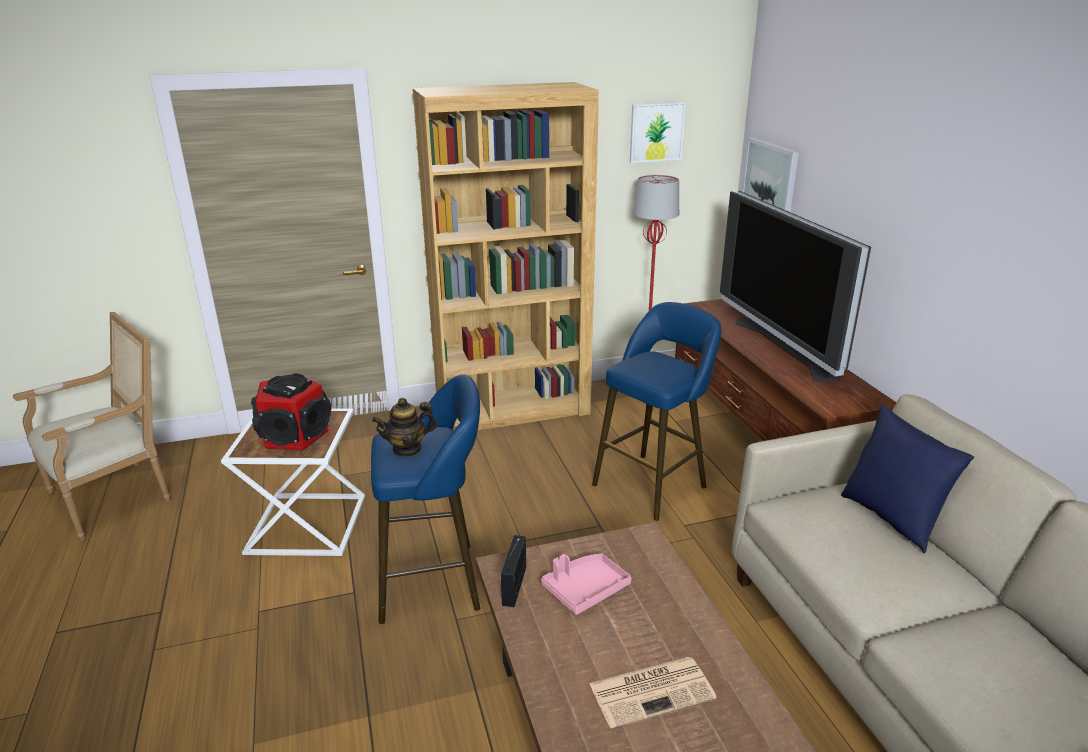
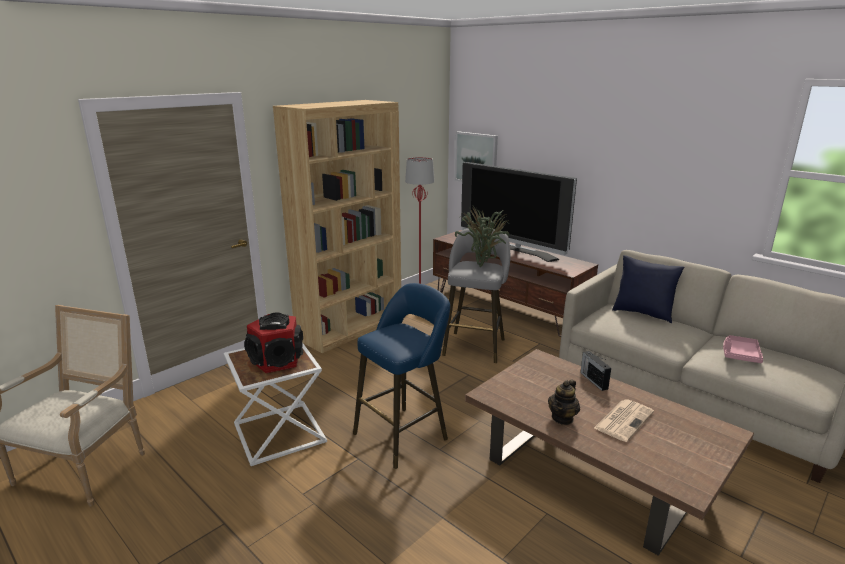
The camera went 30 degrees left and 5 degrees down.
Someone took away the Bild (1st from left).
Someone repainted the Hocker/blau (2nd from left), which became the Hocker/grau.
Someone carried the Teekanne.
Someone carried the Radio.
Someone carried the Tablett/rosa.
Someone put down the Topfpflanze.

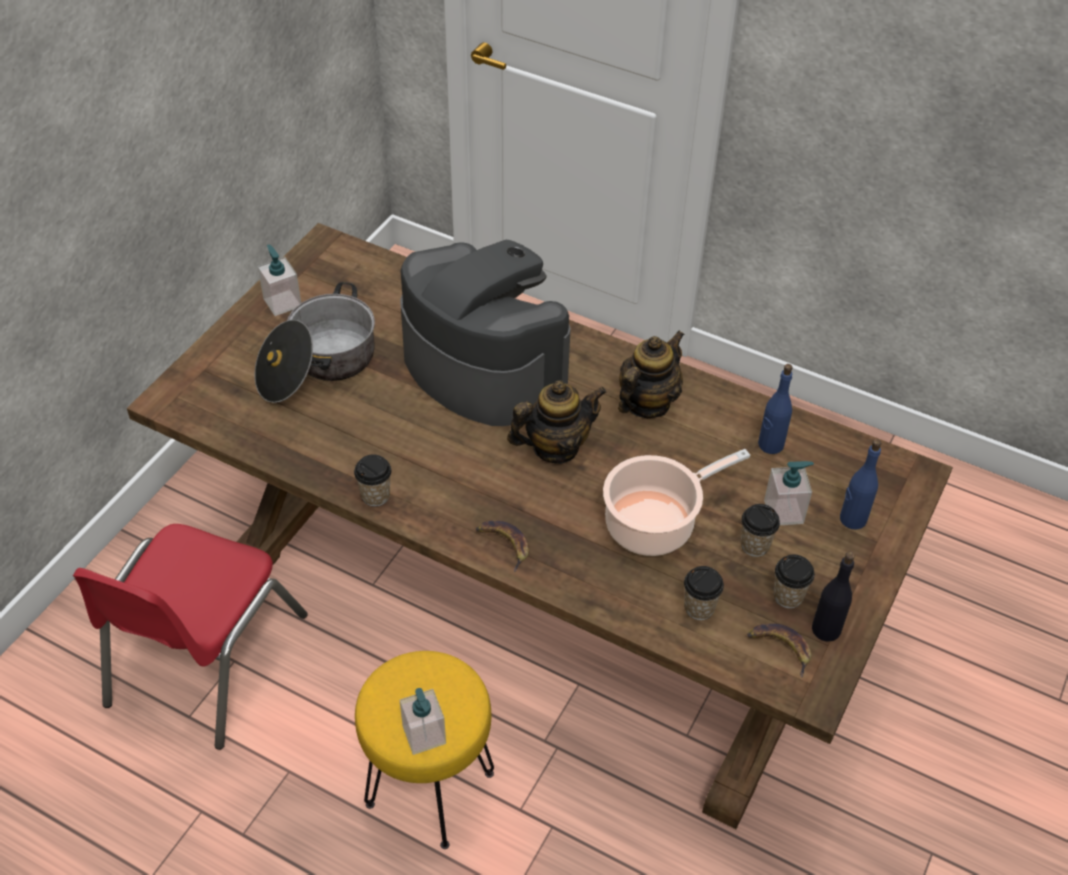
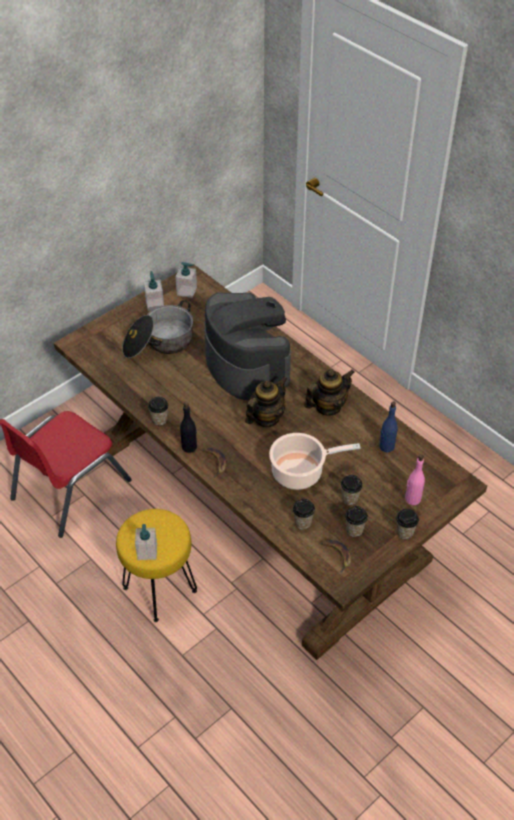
The camera went 20 degrees right and 0 degrees up.
Someone rotated the Teekanne (1st from left) by 45 degrees counterclockwise.
Someone repainted the Flasche/blau (2nd from left), which became the Flasche/rosa.
Someone carried the Seifenspender (3rd from left).
Someone carried the Flasche/schwarz.
Someone put down the Tasse (5th from left).

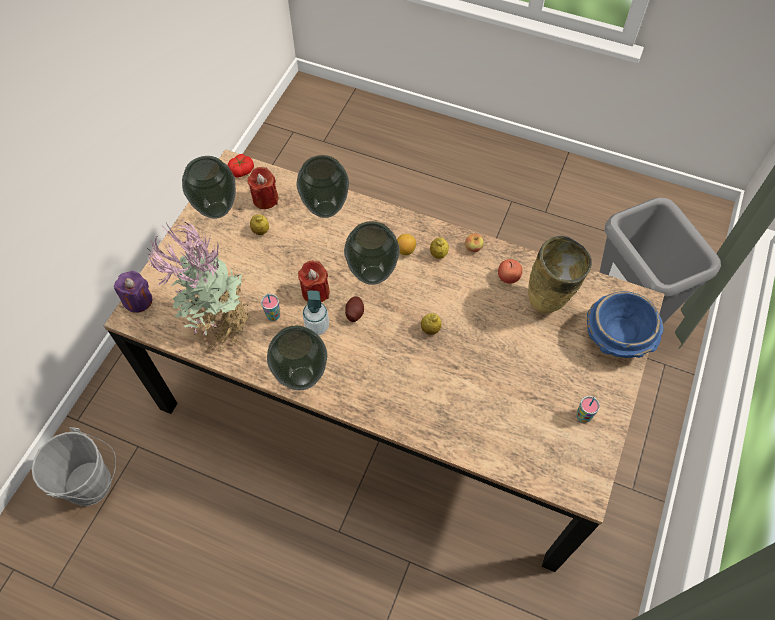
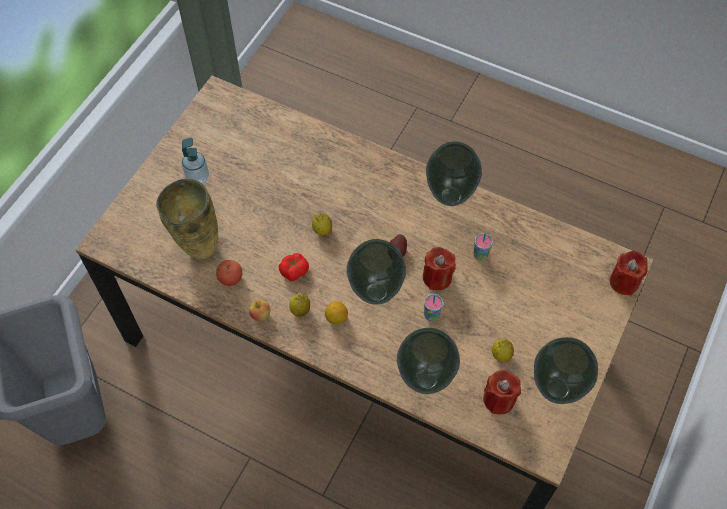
The camera went 175 degrees left and 0 degrees up.
Someone carried the Tomate.
Someone took away the Topfpflanze.
Someone repainted the Kerze/lila, which became the Kerze/rot (3rd from left).
Someone carried the Seifenspender.
Someone took away the Schüssel/blau.
Someone carried the Tasse (2nd from left in the first image).
Someone took away the Eimer/grau.

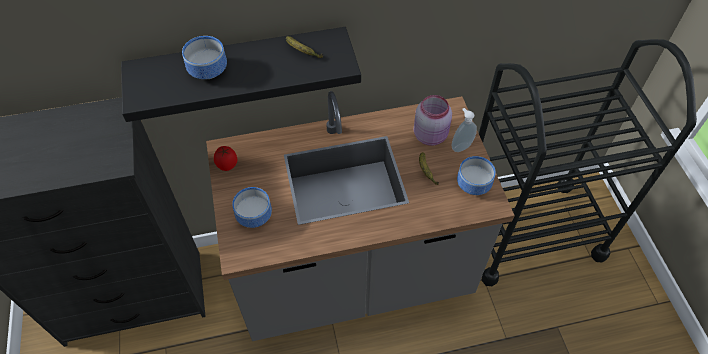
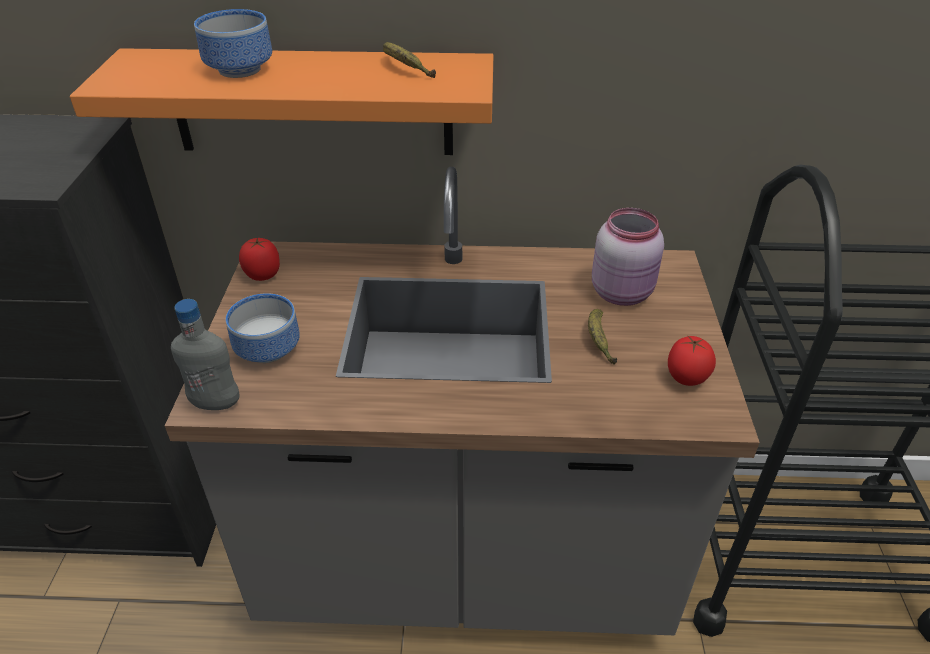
The camera went 15 degrees right and 15 degrees down.
Someone repainted the Wandregal/schwarz, which became the Wandregal/orange.
Someone took away the Seifenspender.
Someone swapped the Schüssel (3rd from left) for the Tomate (2nd from left).
Someone put down the Flasche/grau.

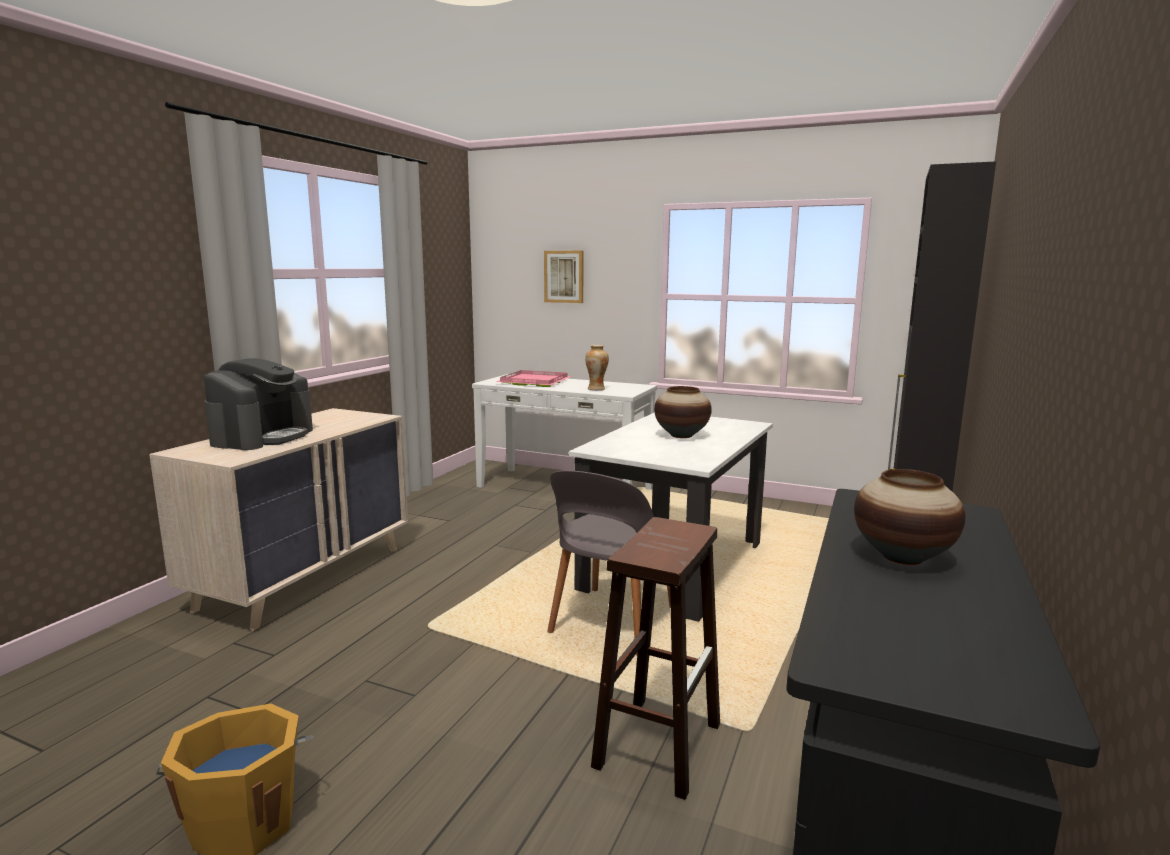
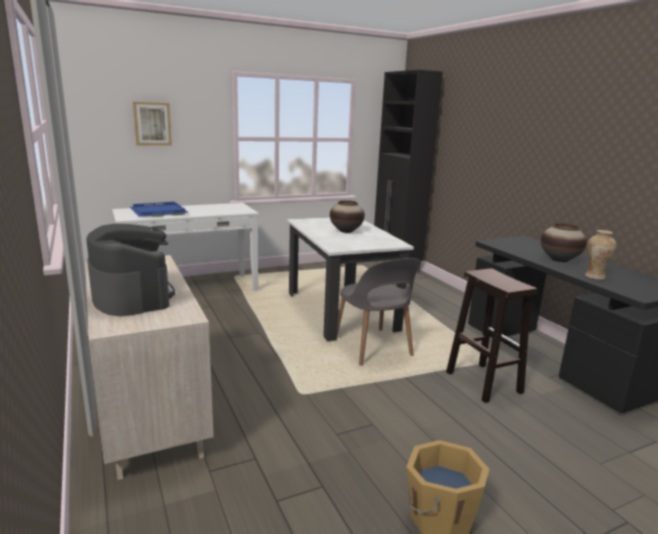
The camera went 50 degrees left and 5 degrees up.
Someone carried the Vase (1st from left in the first image).
Someone repainted the Tablett/rosa, which became the Tablett/blau.

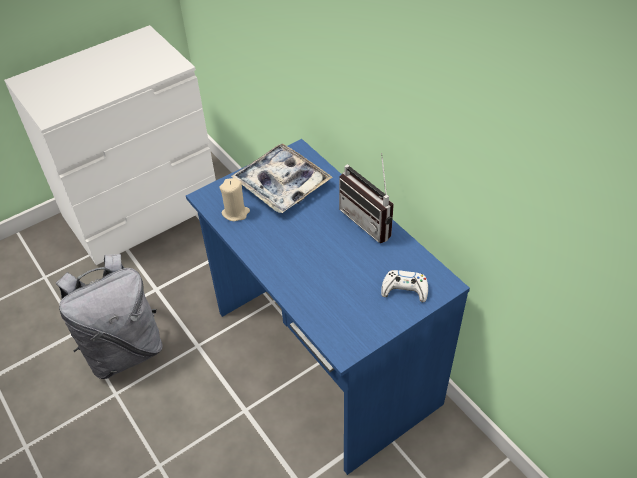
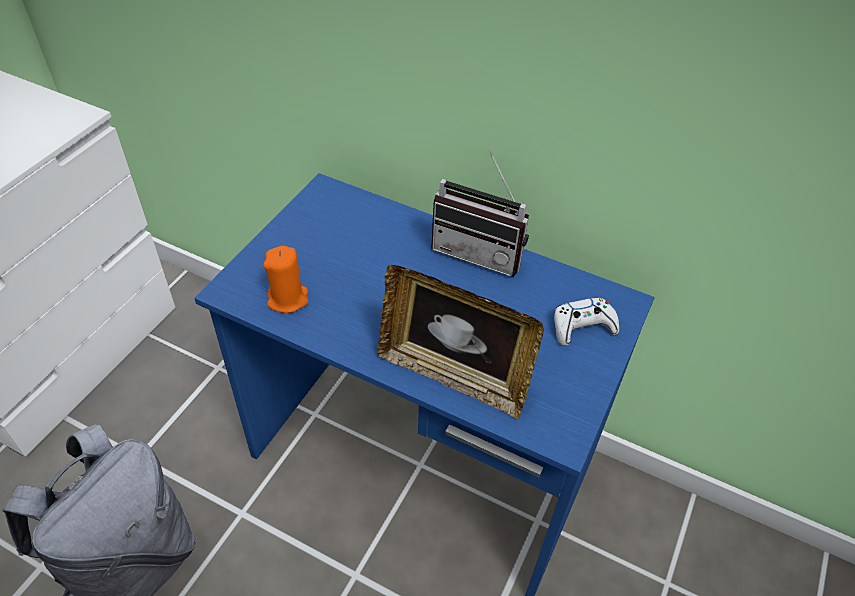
The camera went 30 degrees left and 0 degrees up.
Someone took away the Tablett.
Someone repainted the Kerze/beige, which became the Kerze/orange.
Someone put down the Bilderrahmen.

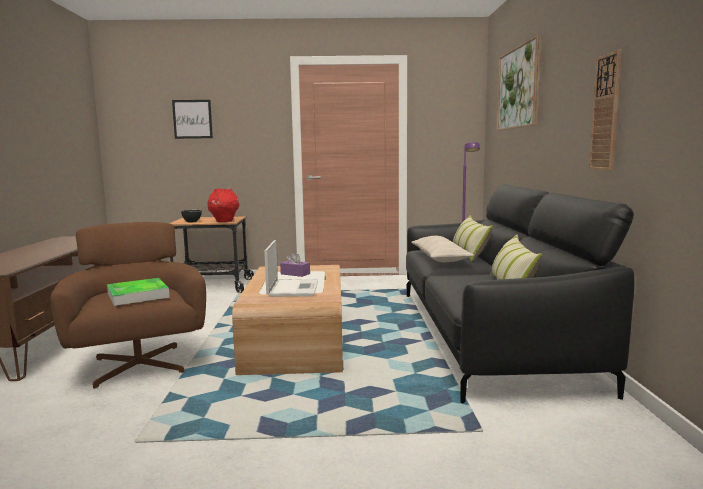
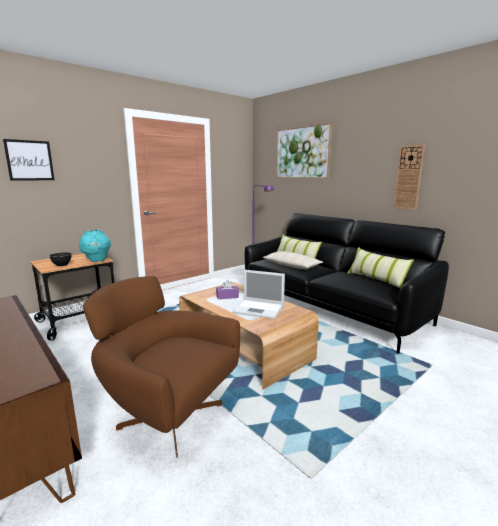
The camera went 40 degrees left and 5 degrees up.
Someone repainted the Vase/rot, which became the Vase/türkis.
Someone rotated the Laptop by 150 degrees clockwise.
Someone took away the Tablett.

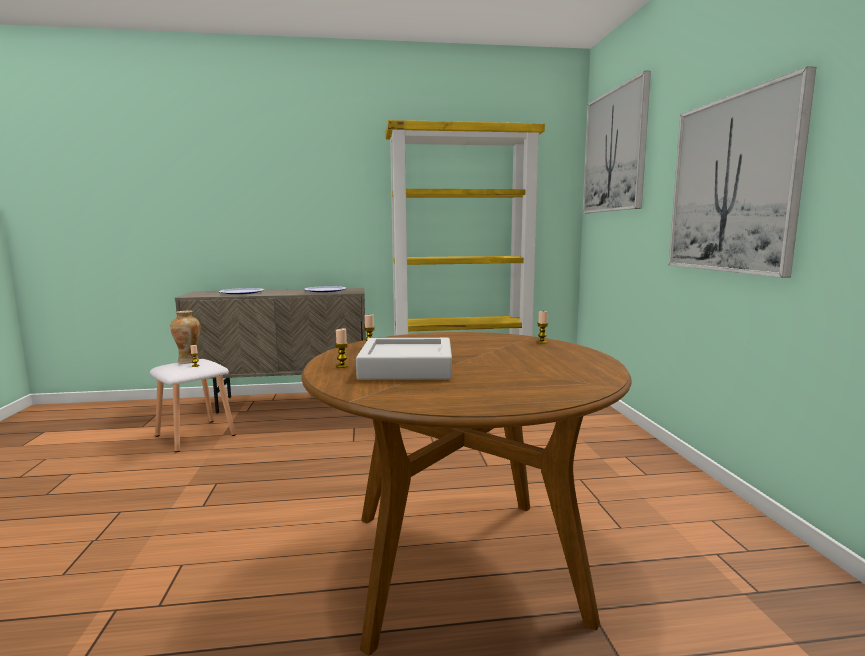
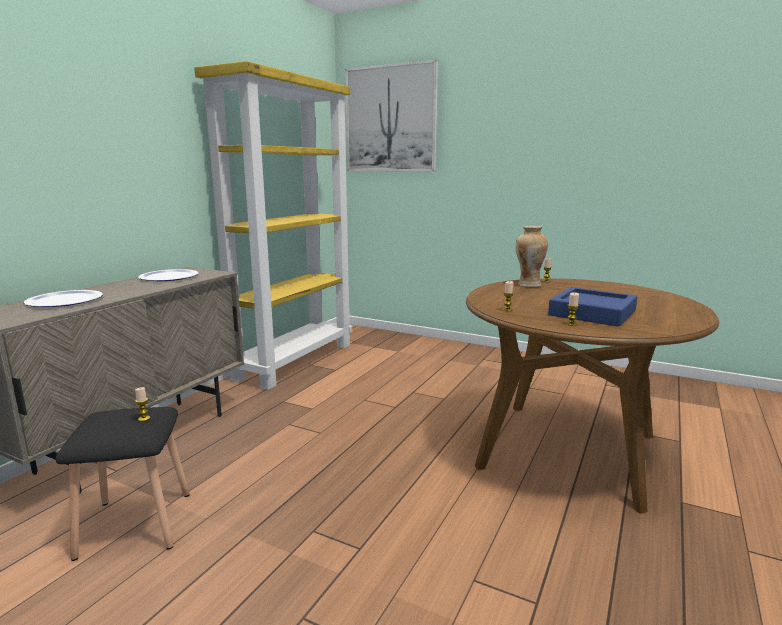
The camera went 55 degrees left and 5 degrees up.
Someone took away the Bild (2nd from left).
Someone carried the Vase.
Someone repainted the Tablett/grau, which became the Tablett/blau.
Someone repainted the Hocker/weiß, which became the Hocker/schwarz.

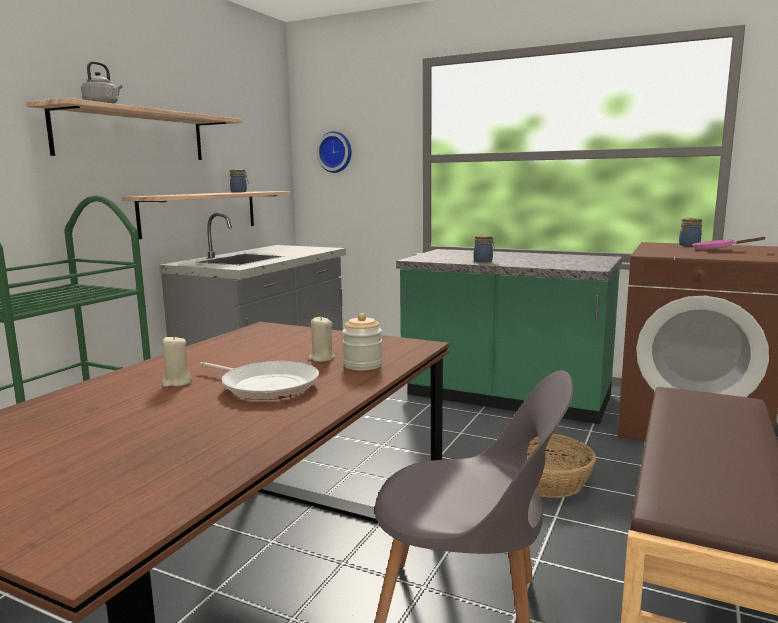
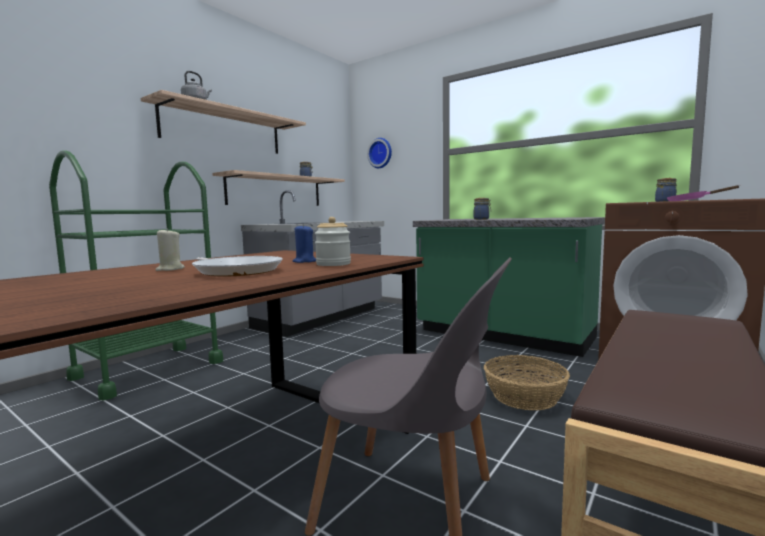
The camera went 10 degrees right and 5 degrees down.
Someone repainted the Kerze/beige (2nd from left), which became the Kerze/blau.

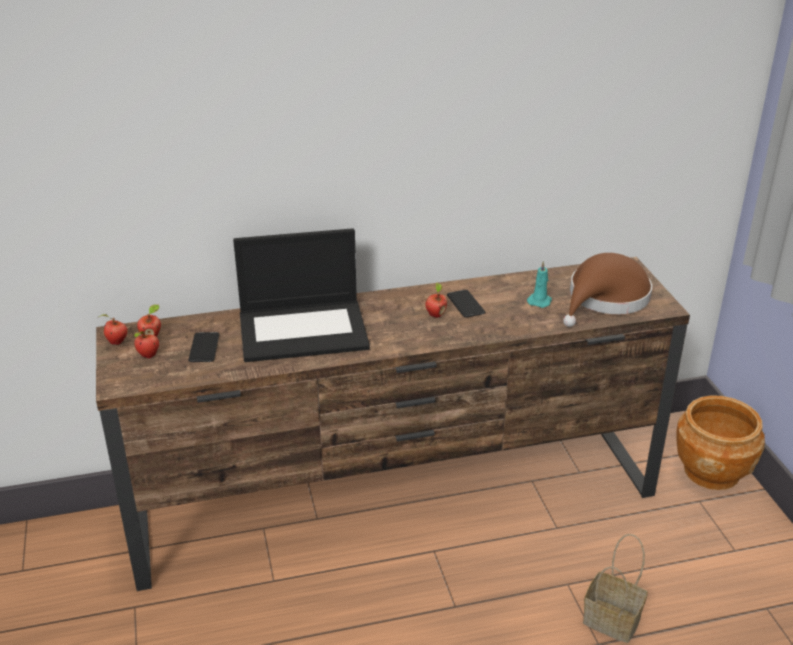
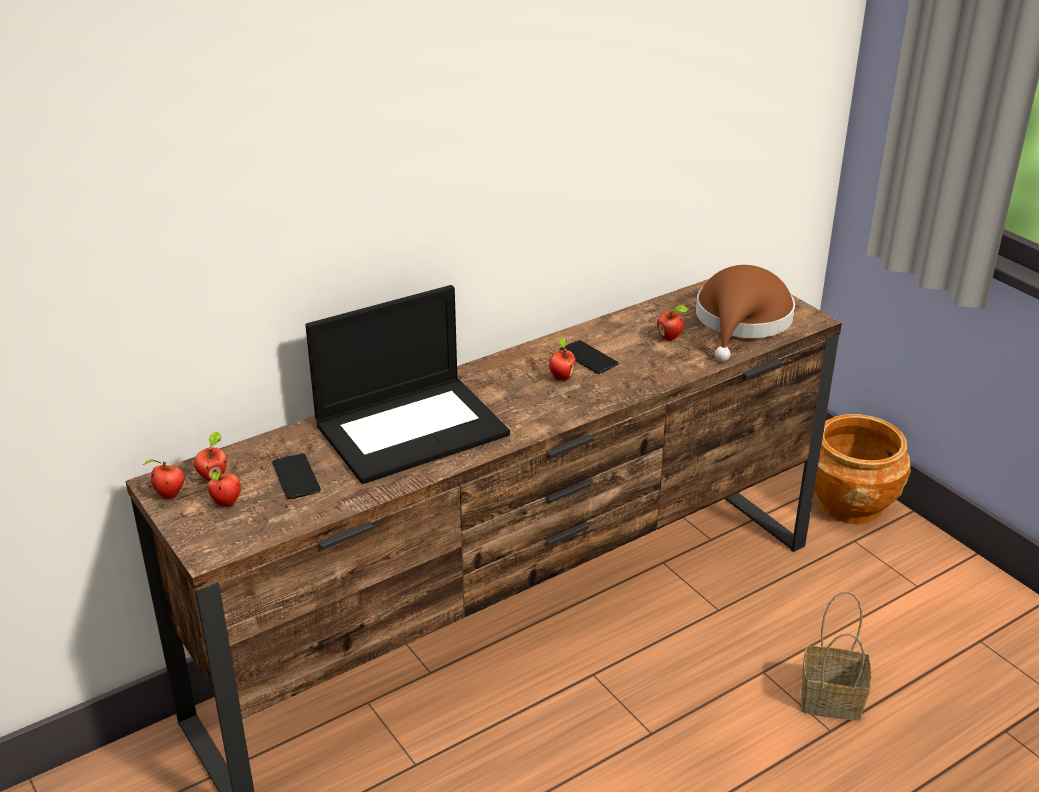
The camera went 20 degrees left and 0 degrees up.
Someone swapped the Kerze/türkis for the Apfel (5th from left).

